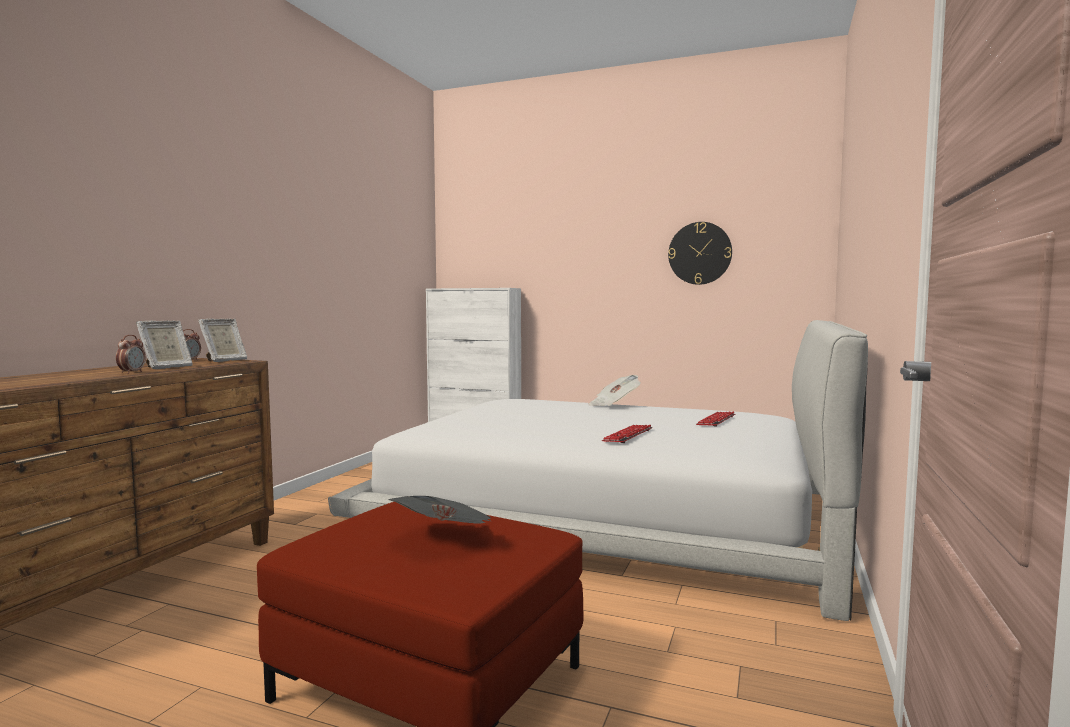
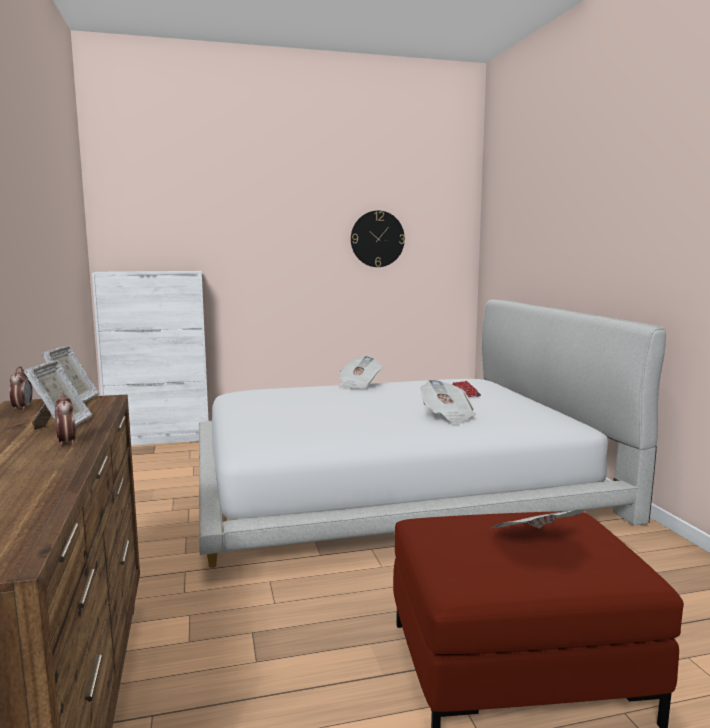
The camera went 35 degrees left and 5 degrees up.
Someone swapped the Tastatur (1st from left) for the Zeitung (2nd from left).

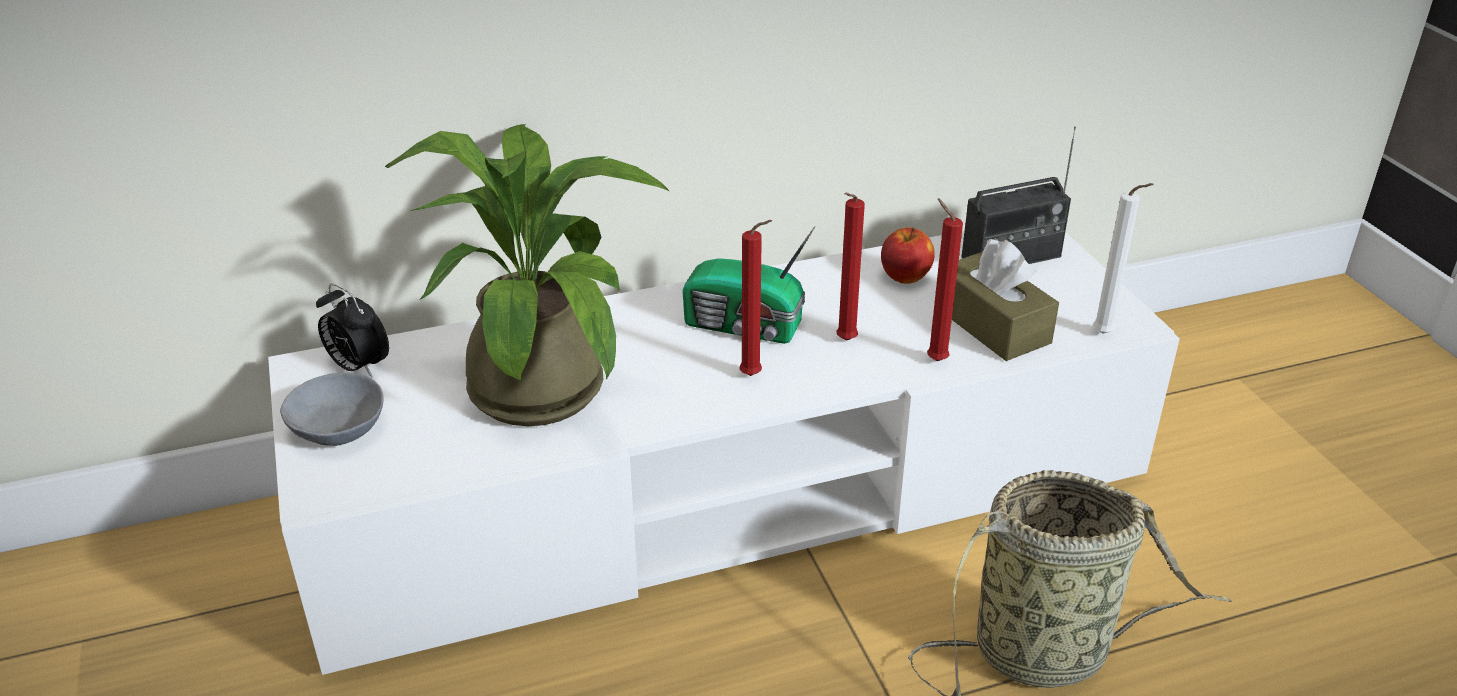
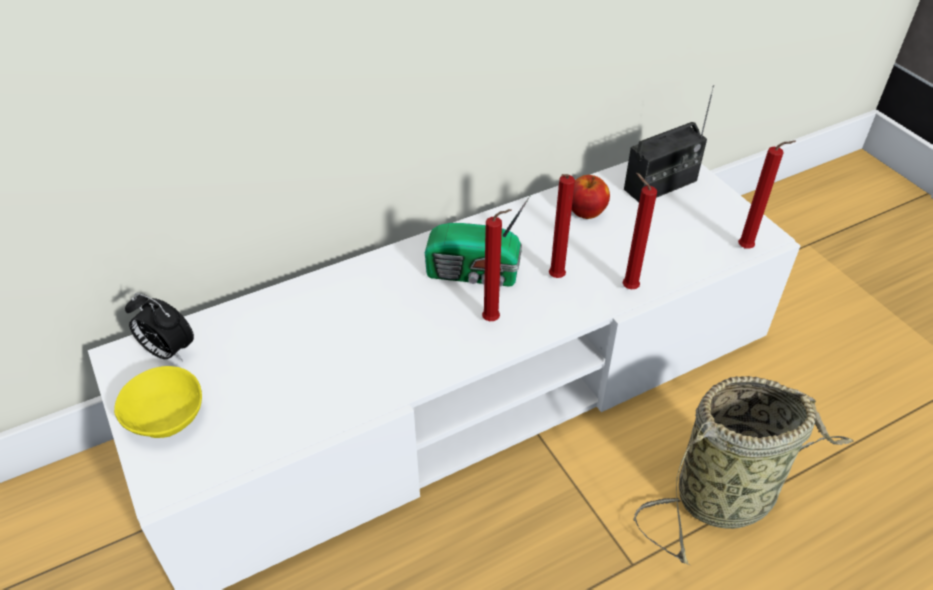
The camera went 10 degrees left and 10 degrees up.
Someone took away the Topfpflanze.
Someone repainted the Kerze/weiß, which became the Kerze/rot (4th from left).
Someone took away the Taschentuchbox/braun.
Someone repainted the Schüssel/grau, which became the Schüssel/gelb.

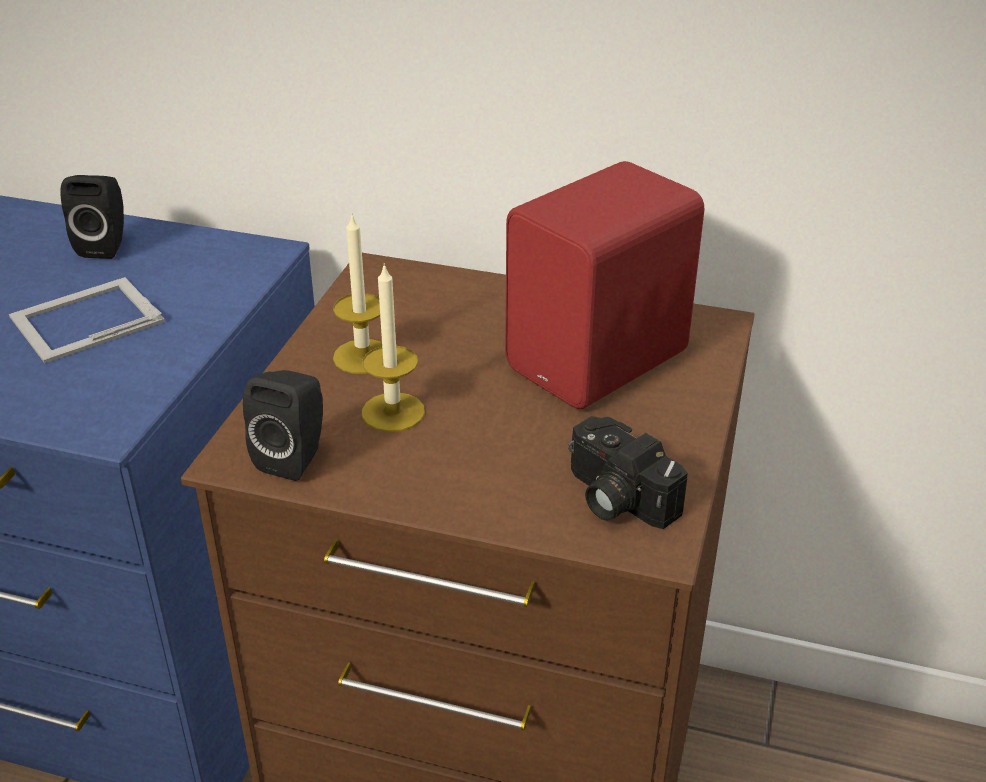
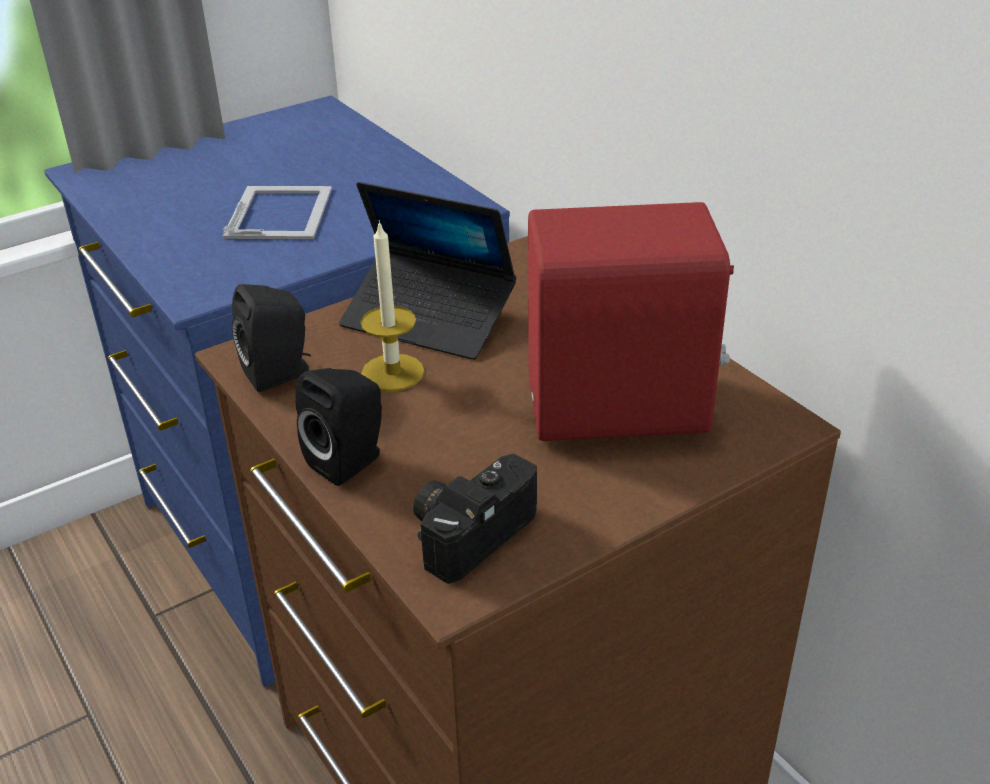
The camera went 40 degrees right and 0 degrees up.
Someone carried the Lautsprecher/schwarz (1st from left in the first image).
Someone swapped the Kerze (1st from left) for the Laptop.
Someone rotated the Bilderrahmen by 90 degrees clockwise.
Someone rotated the Kamera by 45 degrees clockwise.

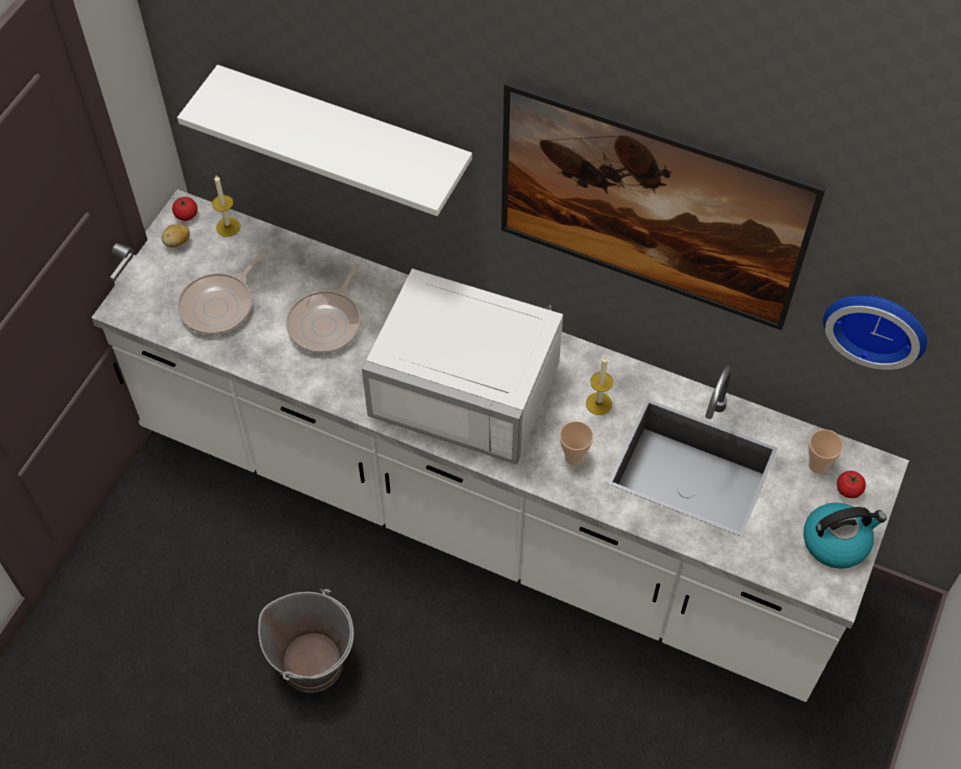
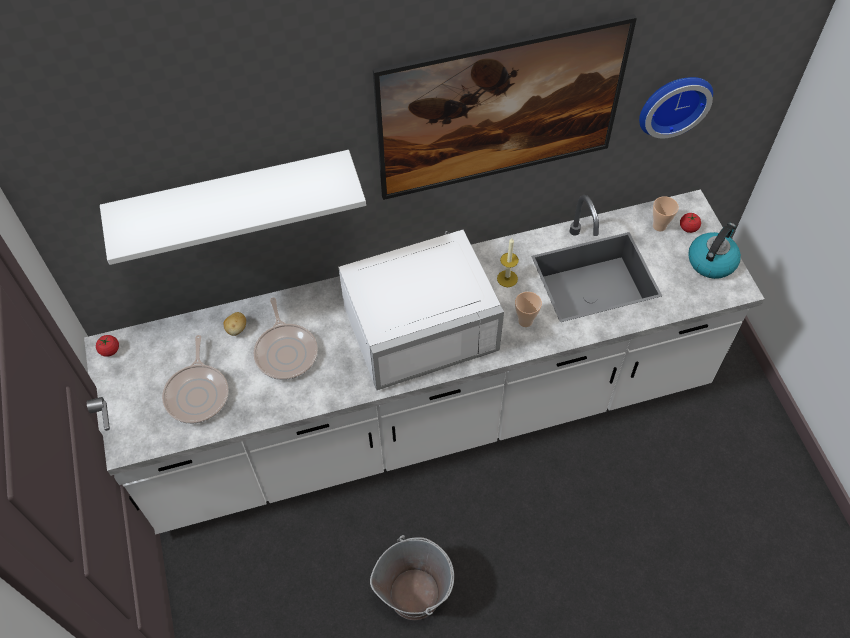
The camera went 40 degrees left and 0 degrees up.
Someone took away the Kerze (1st from left).
Someone carried the Kartoffel.

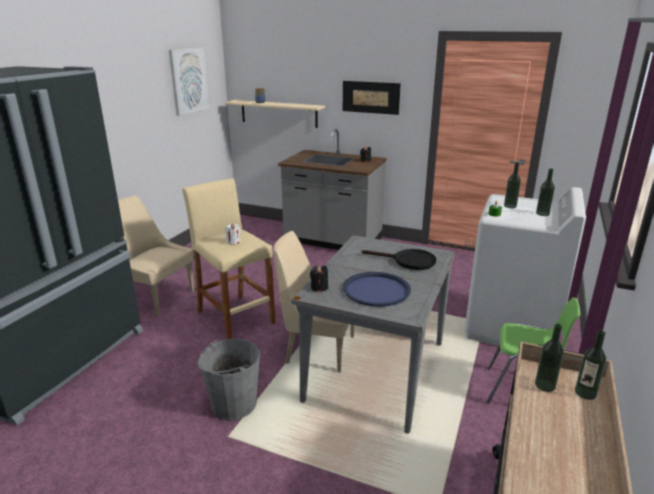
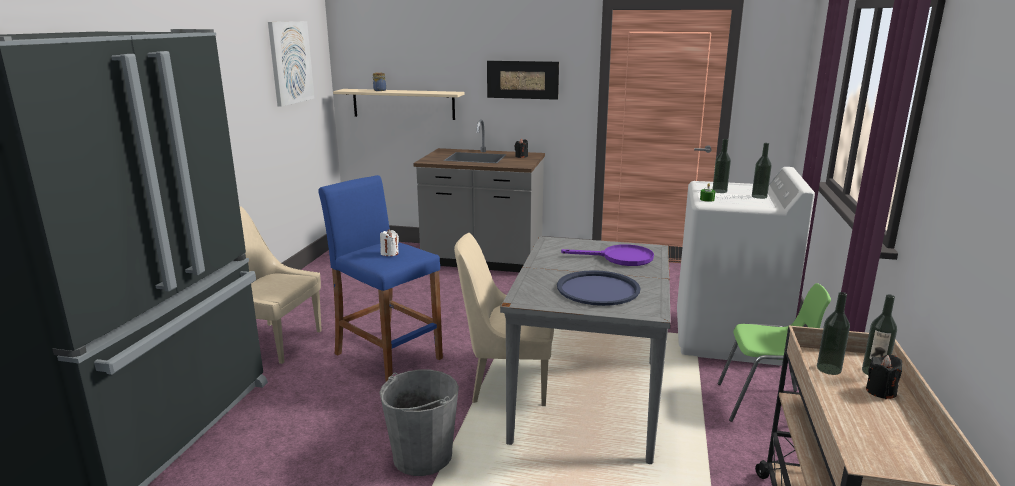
The camera went 10 degrees left and 5 degrees down.
Someone repainted the Hocker/beige, which became the Hocker/blau.
Someone repainted the Pfanne/schwarz, which became the Pfanne/lila.
Someone carried the Kerze/schwarz (1st from left in the first image).

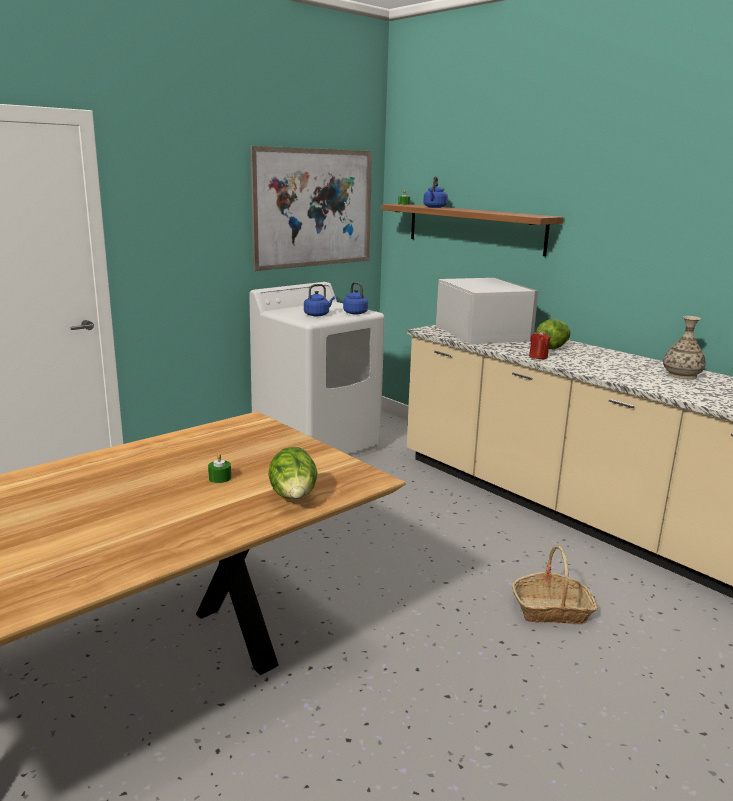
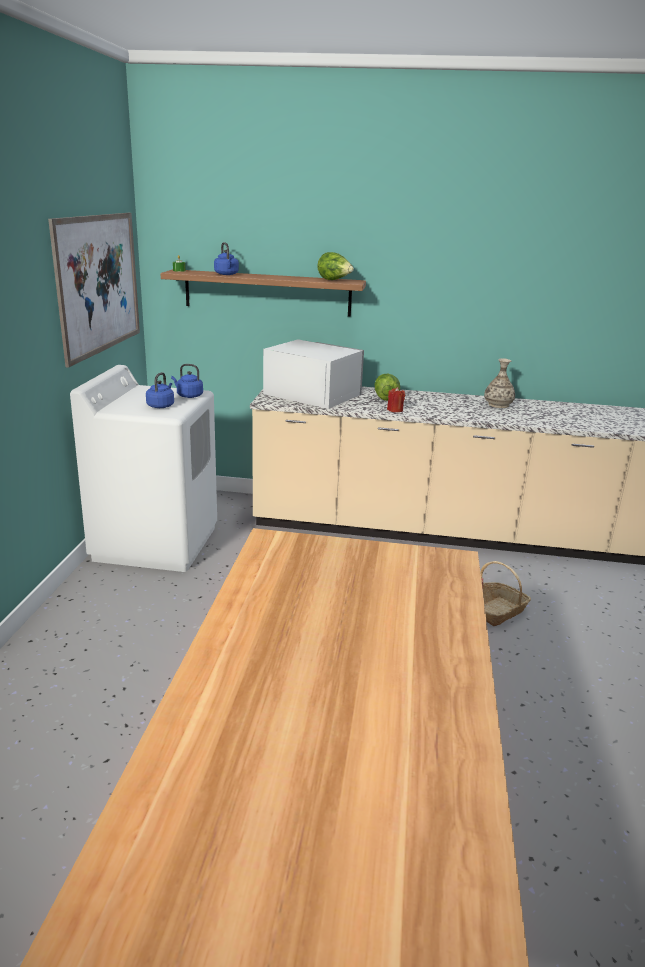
The camera went 40 degrees left and 5 degrees up.
Someone carried the Salatkopf (1st from left).
Someone took away the Kerze/grün (1st from left).

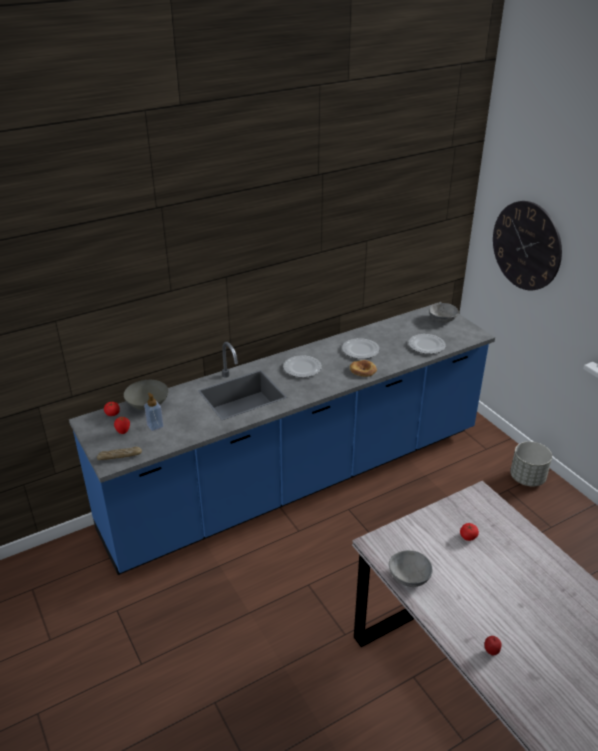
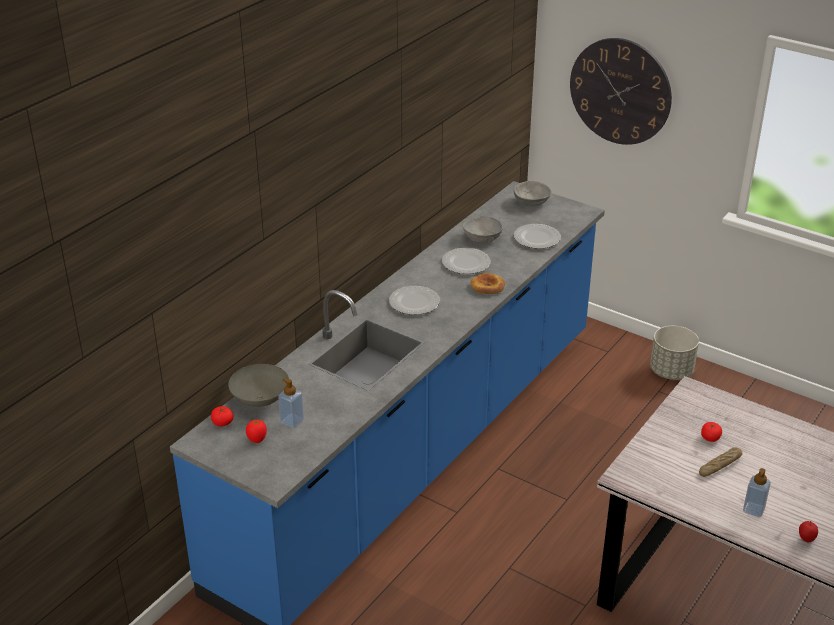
The camera went 25 degrees left and 0 degrees up.
Someone carried the Brot (1st from left in the first image).
Someone carried the Schüssel/grau (2nd from left).
Someone put down the Seifenspender (2nd from left).

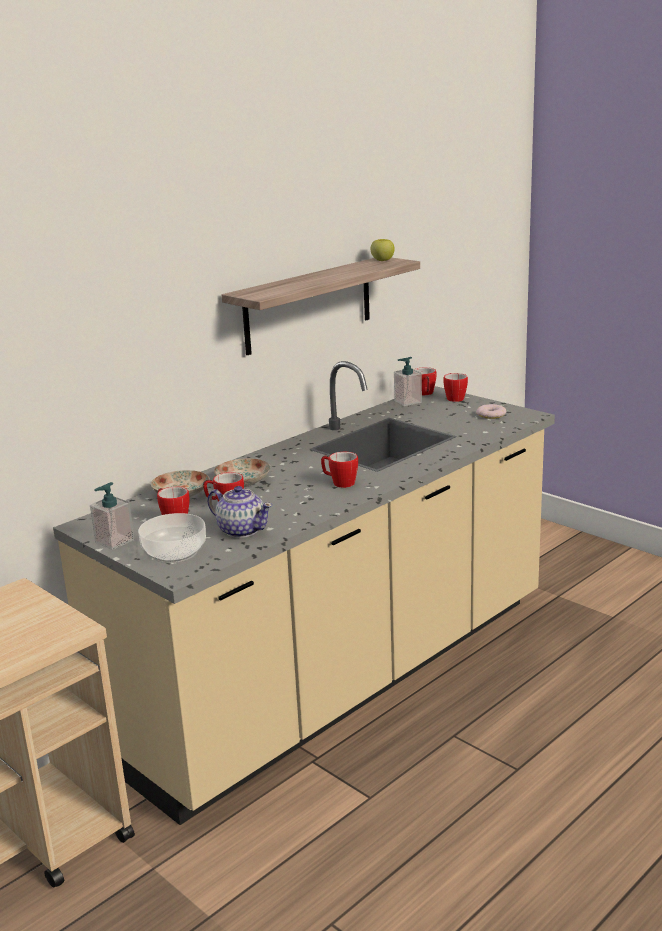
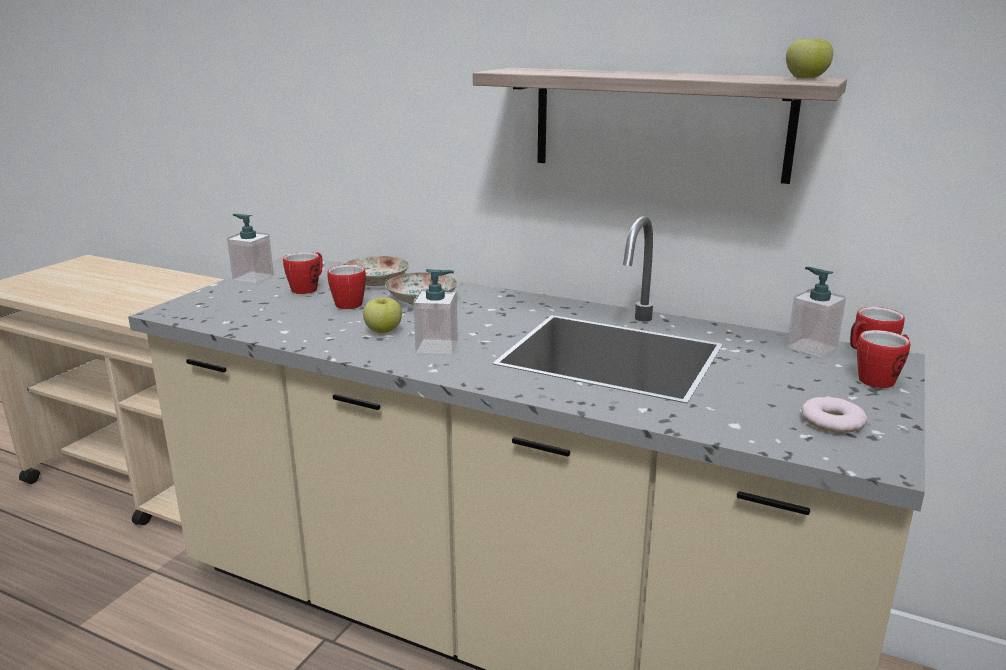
The camera went 70 degrees right and 0 degrees up.
Someone swapped the Henkelbecher (3rd from left) for the Seifenspender (2nd from left).
Someone took away the Teekanne.
Someone took away the Schüssel.
Someone put down the Apfel (1st from left).

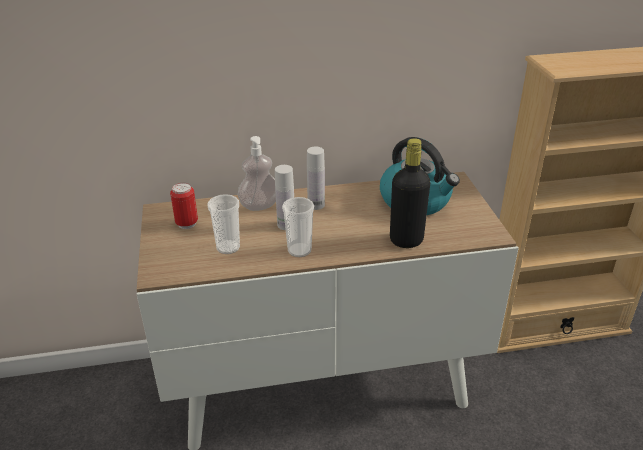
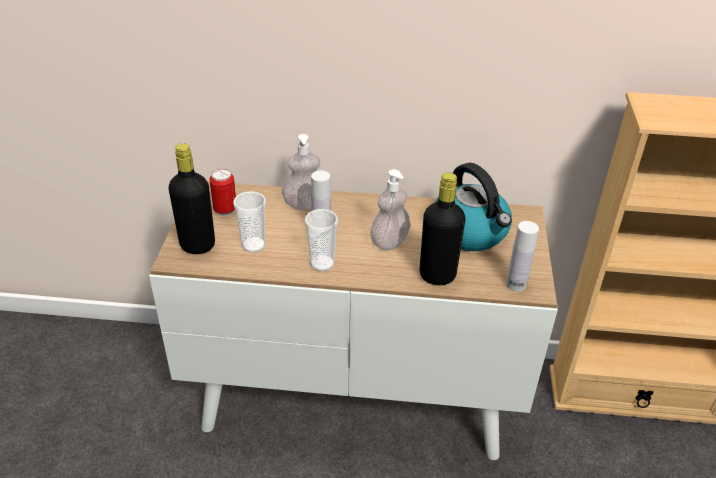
The camera went 15 degrees right and 5 degrees up.
Someone carried the Flasche/weiß (2nd from left).
Someone put down the Flasche/schwarz (1st from left).
Someone put down the Seifenspender (2nd from left).

